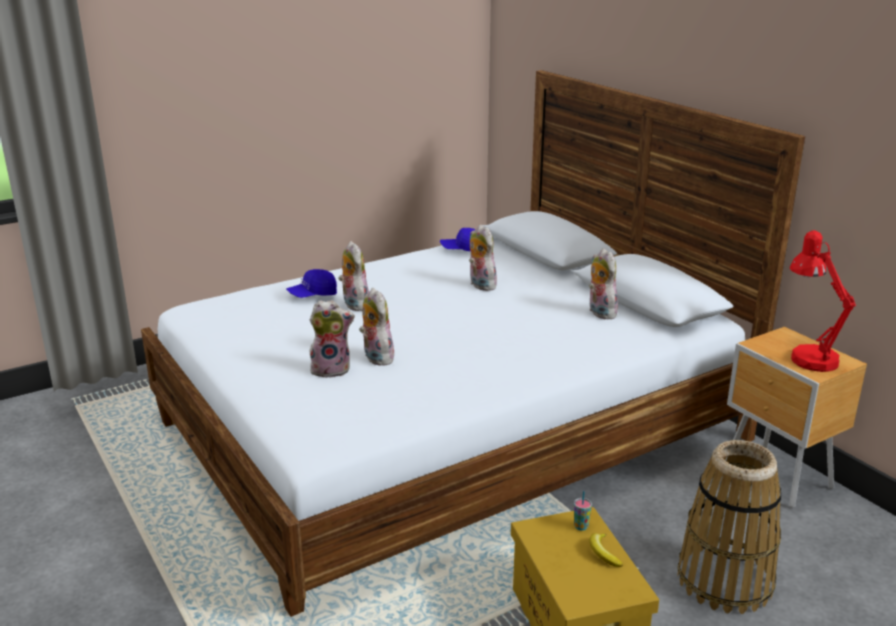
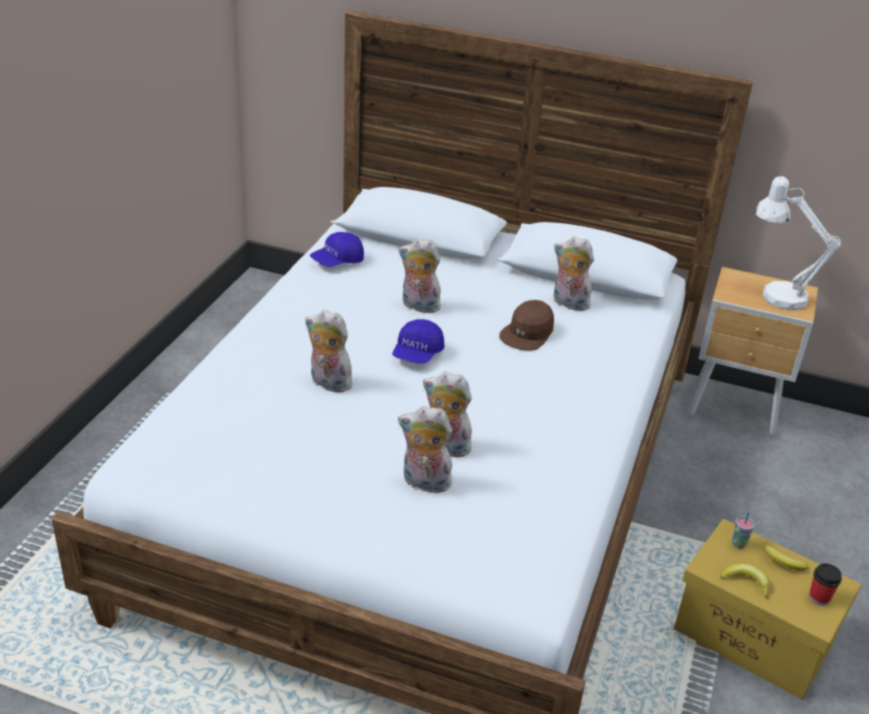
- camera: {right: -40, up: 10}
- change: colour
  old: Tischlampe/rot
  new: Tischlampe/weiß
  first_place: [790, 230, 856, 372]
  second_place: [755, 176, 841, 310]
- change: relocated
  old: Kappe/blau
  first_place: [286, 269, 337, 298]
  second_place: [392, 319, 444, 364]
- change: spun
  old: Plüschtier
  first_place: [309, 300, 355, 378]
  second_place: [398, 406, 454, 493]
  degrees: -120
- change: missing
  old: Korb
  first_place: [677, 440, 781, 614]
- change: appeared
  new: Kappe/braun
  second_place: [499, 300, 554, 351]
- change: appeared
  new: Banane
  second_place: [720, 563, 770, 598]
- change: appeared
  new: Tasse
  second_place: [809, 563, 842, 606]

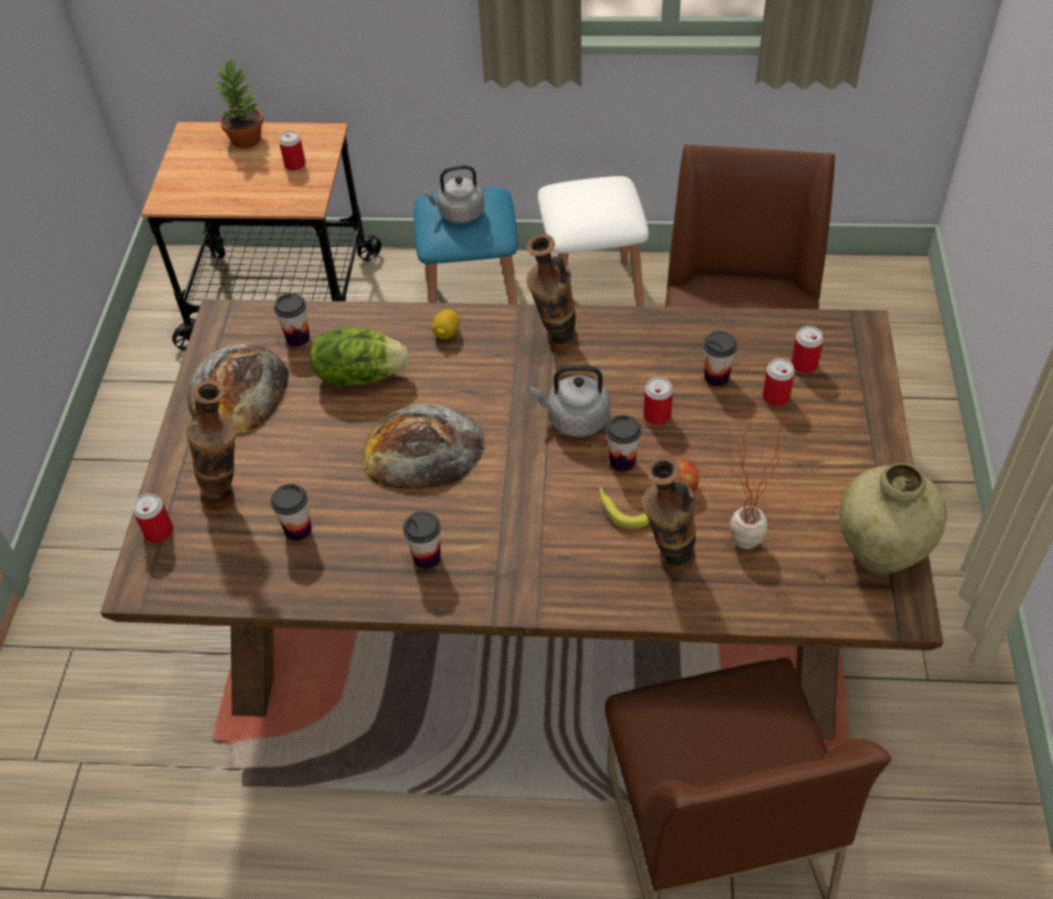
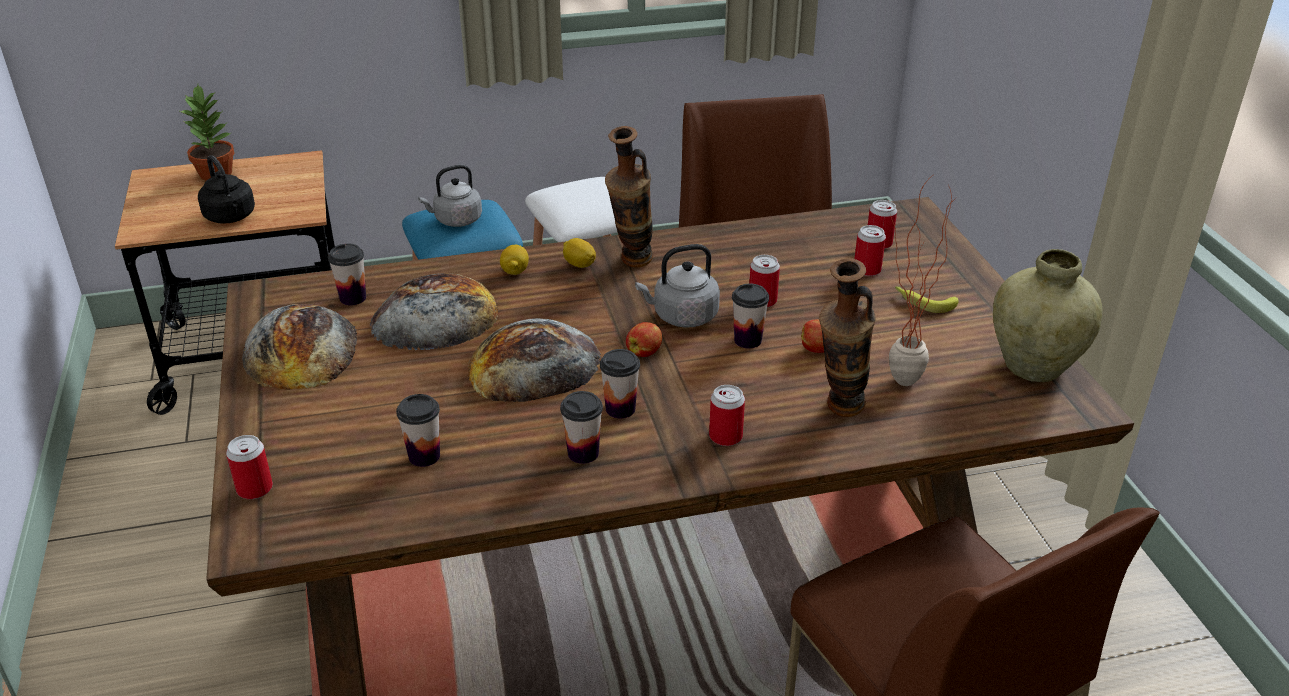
- camera: {right: -20, up: -15}
- change: relocated
  old: Dose
  first_place: [279, 131, 306, 171]
  second_place: [709, 385, 745, 446]
- change: exchanged
  old: Salatkopf
  new: Brot
  first_place: [310, 327, 409, 386]
  second_place: [370, 273, 498, 350]
- change: relocated
  old: Tasse
  first_place: [703, 331, 737, 386]
  second_place: [600, 349, 640, 419]
- change: missing
  old: Vase
  first_place: [186, 380, 237, 510]
- change: relocated
  old: Banane
  first_place: [598, 487, 650, 529]
  second_place: [895, 287, 959, 313]
- change: appeared
  new: Wasserkessel/schwarz
  second_place: [198, 155, 255, 224]
- change: appeared
  new: Zitrone
  second_place: [563, 238, 596, 268]
- change: appeared
  new: Apfel
  second_place: [626, 322, 662, 357]

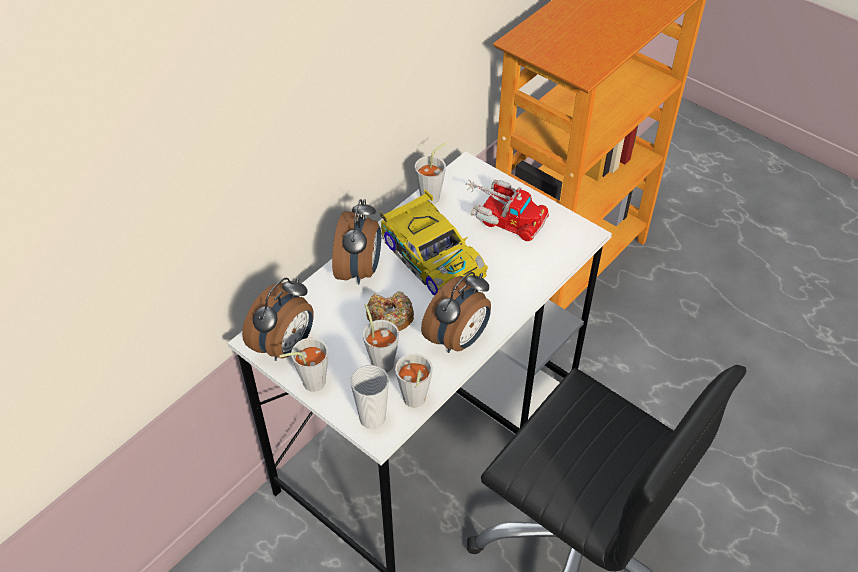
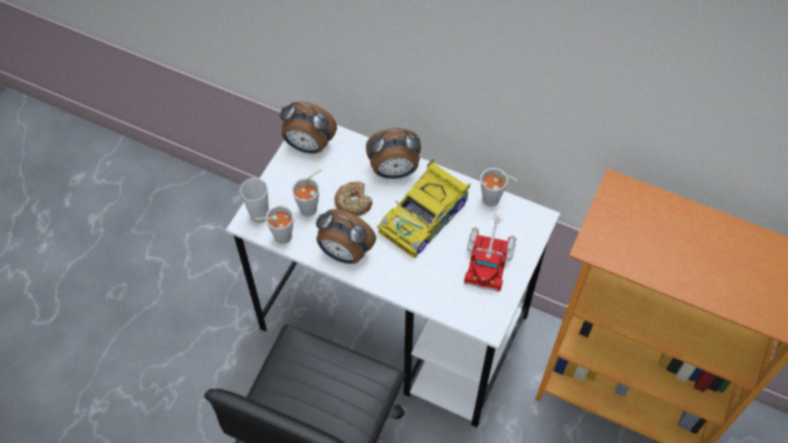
- camera: {right: 75, up: 10}
- change: missing
  old: Tasse/grau
  first_place: [279, 338, 328, 392]

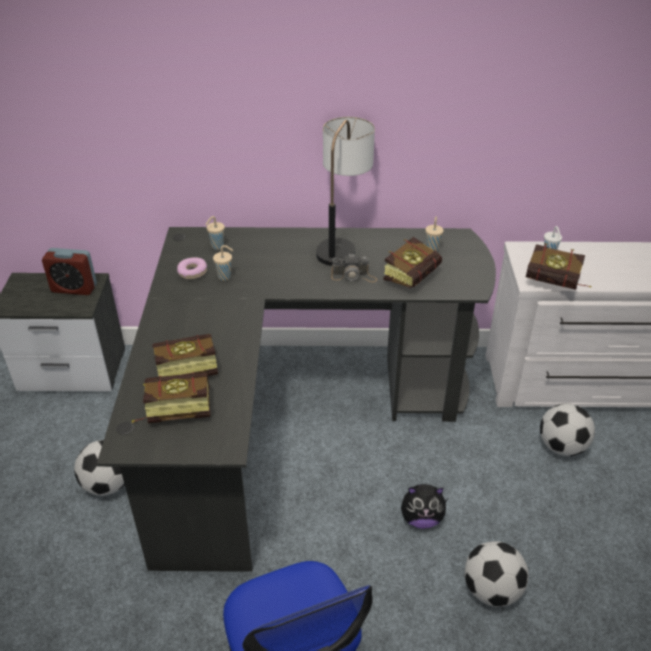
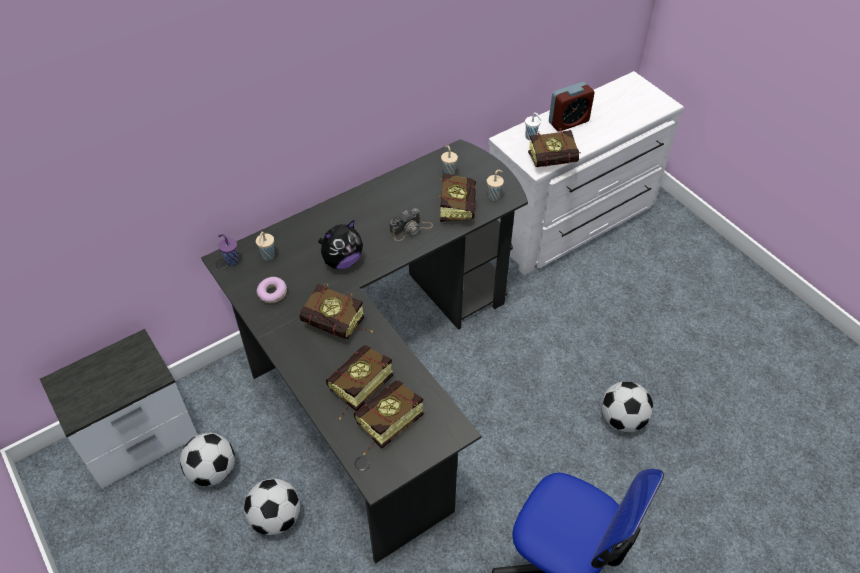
- camera: {right: -35, up: 10}
- change: missing
  old: Tischlampe
  first_place: [316, 117, 375, 266]
- change: relocated
  old: Tasse/beige
  first_place: [213, 245, 233, 281]
  second_place: [487, 170, 504, 201]
- change: relocated
  old: Wecker
  first_place: [42, 248, 97, 295]
  second_place: [549, 82, 595, 132]
- change: relocated
  old: Fußball
  first_place: [540, 403, 595, 456]
  second_place: [180, 433, 235, 486]
- change: relocated
  old: Plüschtier
  first_place: [401, 484, 447, 529]
  second_place: [318, 220, 363, 269]
- change: appeared
  new: Tasse/lila
  second_place: [218, 234, 238, 266]
- change: appeared
  new: Buch
  second_place: [299, 283, 373, 339]

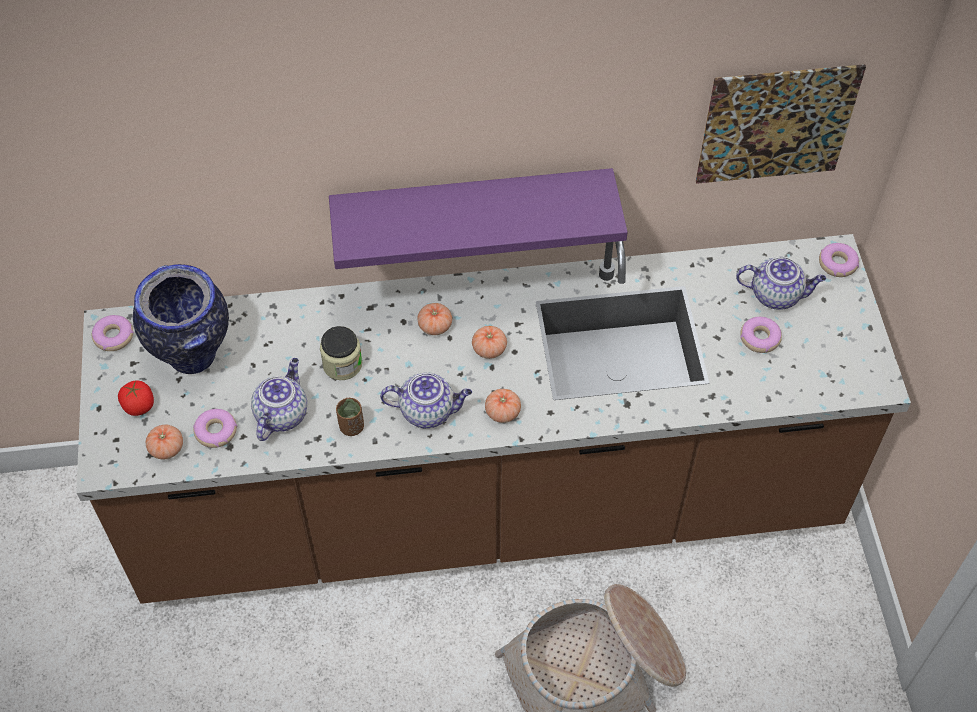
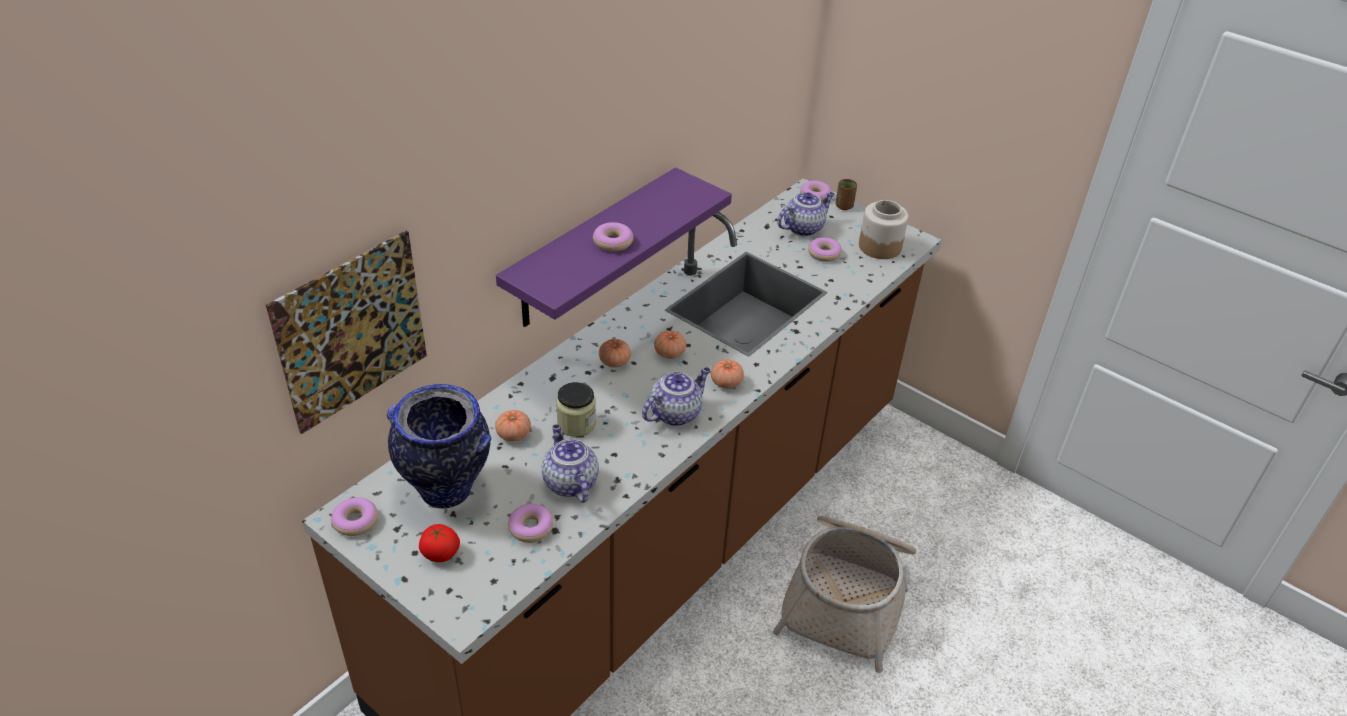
- camera: {right: -45, up: -15}
- change: relocated
  old: Bild
  first_place: [696, 64, 866, 184]
  second_place: [266, 231, 427, 434]
- change: relocated
  old: Tasse/braun
  first_place: [336, 398, 364, 436]
  second_place: [836, 179, 857, 210]
- change: relocated
  old: Tomate
  first_place: [146, 425, 183, 459]
  second_place: [495, 410, 531, 442]
- change: appeared
  new: Vorratsglas
  second_place: [859, 200, 909, 259]
- change: appeared
  new: Donut
  second_place: [593, 222, 634, 252]

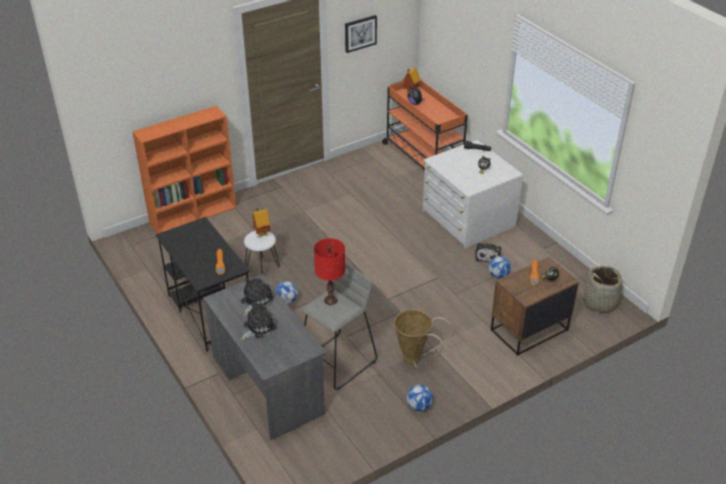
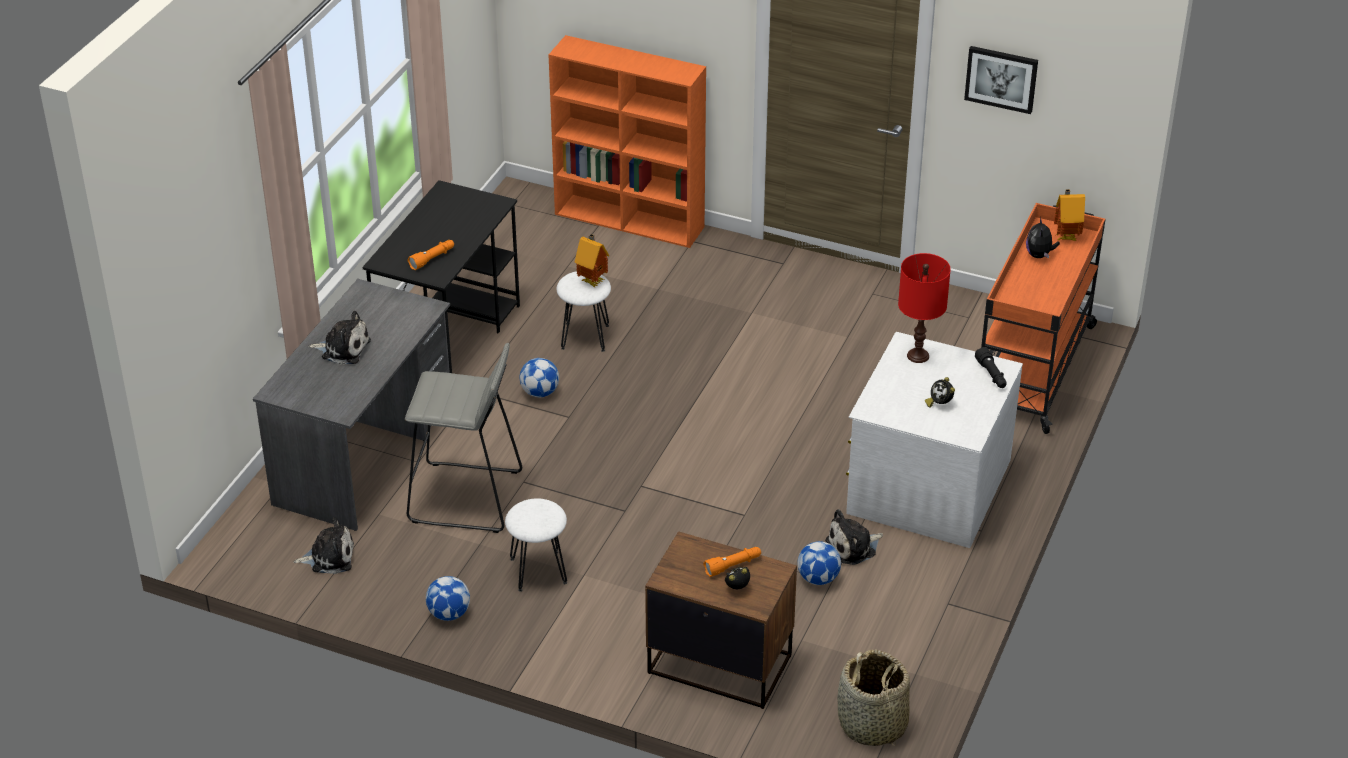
- camera: {right: 55, up: 0}
- change: relocated
  old: Tischlampe/rot
  first_place: [314, 238, 345, 305]
  second_place: [898, 253, 951, 363]
- change: relocated
  old: Plüschtier
  first_place: [241, 278, 274, 315]
  second_place: [294, 517, 354, 574]
- change: exchanged
  old: Korb
  new: Hocker/weiß
  first_place: [394, 310, 452, 368]
  second_place: [505, 499, 567, 592]

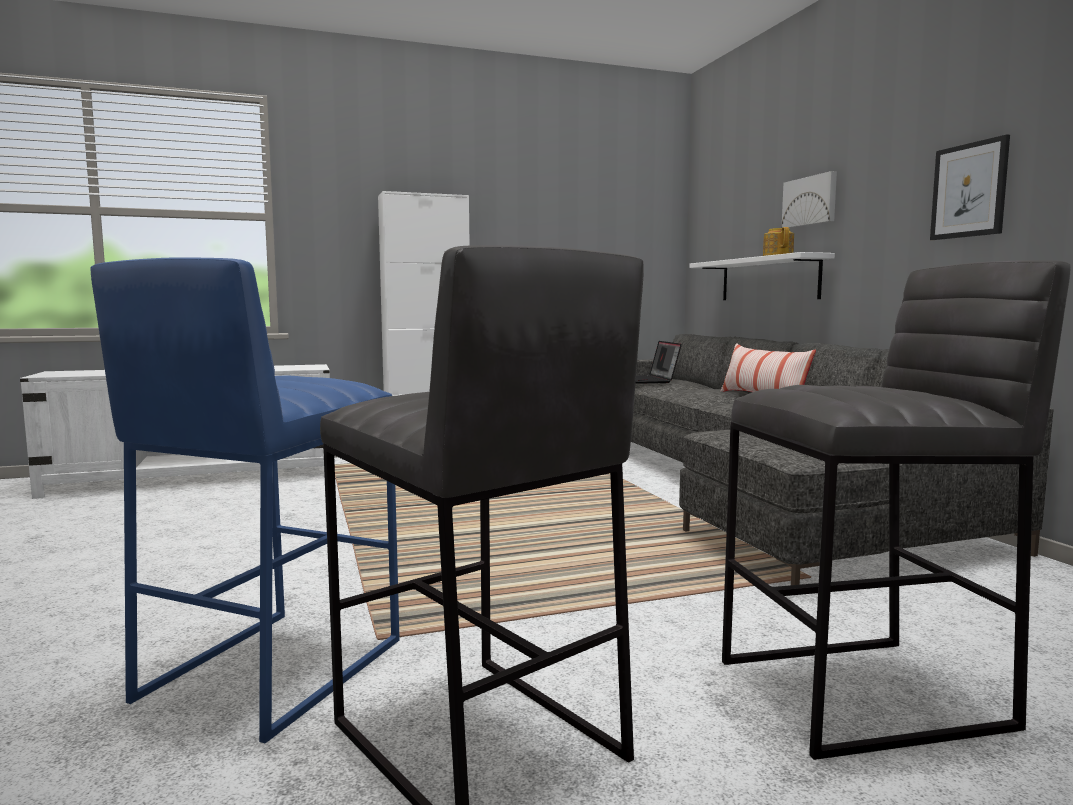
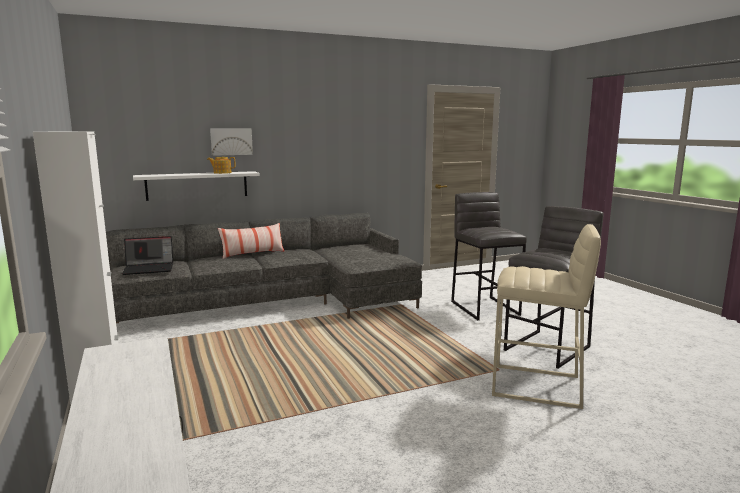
- camera: {right: -95, up: 5}
- change: missing
  old: Bild
  first_place: [930, 134, 1010, 240]
- change: colour
  old: Hocker/blau
  new: Hocker/beige
  first_place: [91, 257, 399, 743]
  second_place: [492, 224, 601, 409]

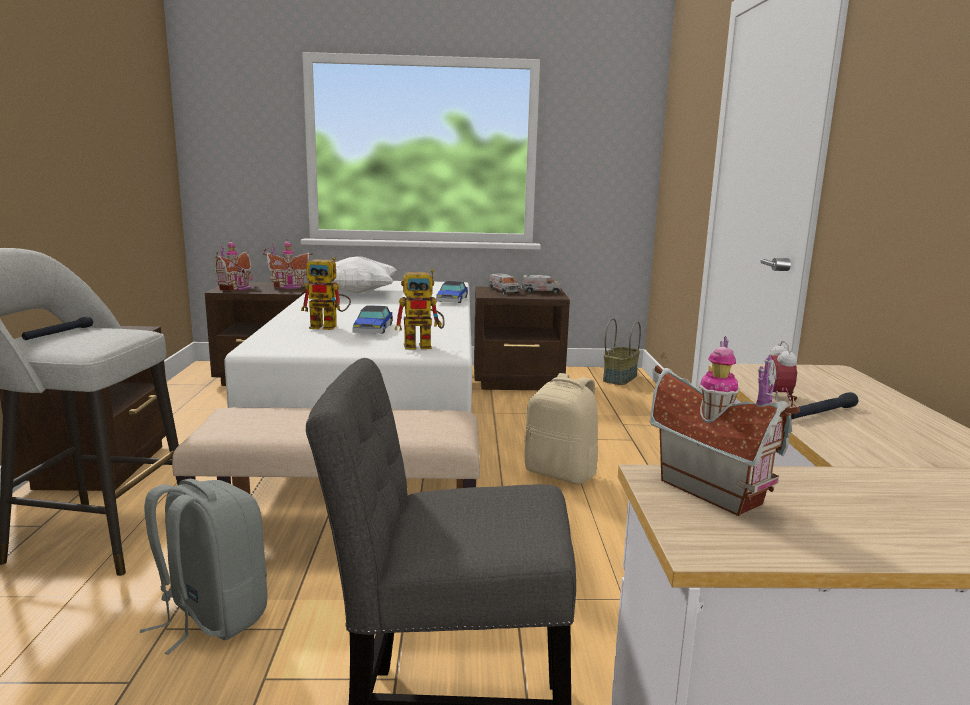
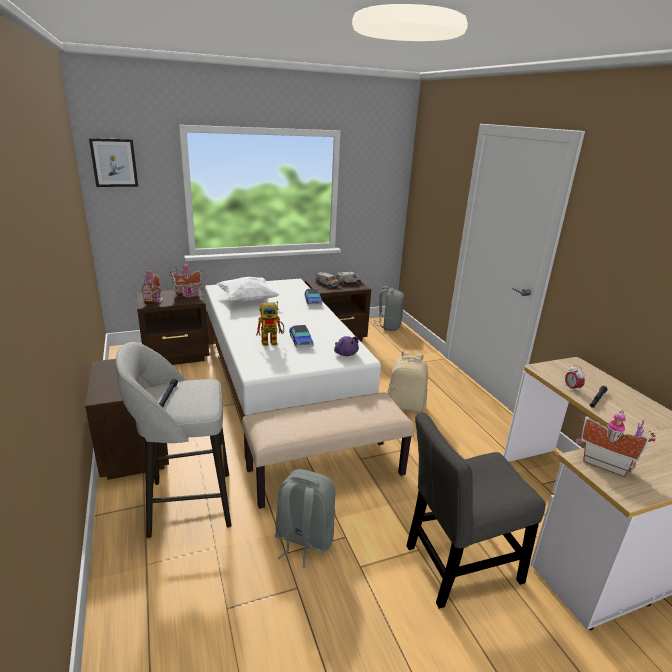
- camera: {right: -20, up: 10}
- change: exchanged
  old: Spielzeugroboter
  new: Plüschtier/lila
  first_place: [395, 269, 444, 350]
  second_place: [334, 336, 359, 356]
- change: exchanged
  old: Korb
  new: Rucksack/grau
  first_place: [603, 318, 641, 385]
  second_place: [372, 286, 404, 331]
- change: appeared
  new: Bild
  second_place: [89, 138, 138, 187]

